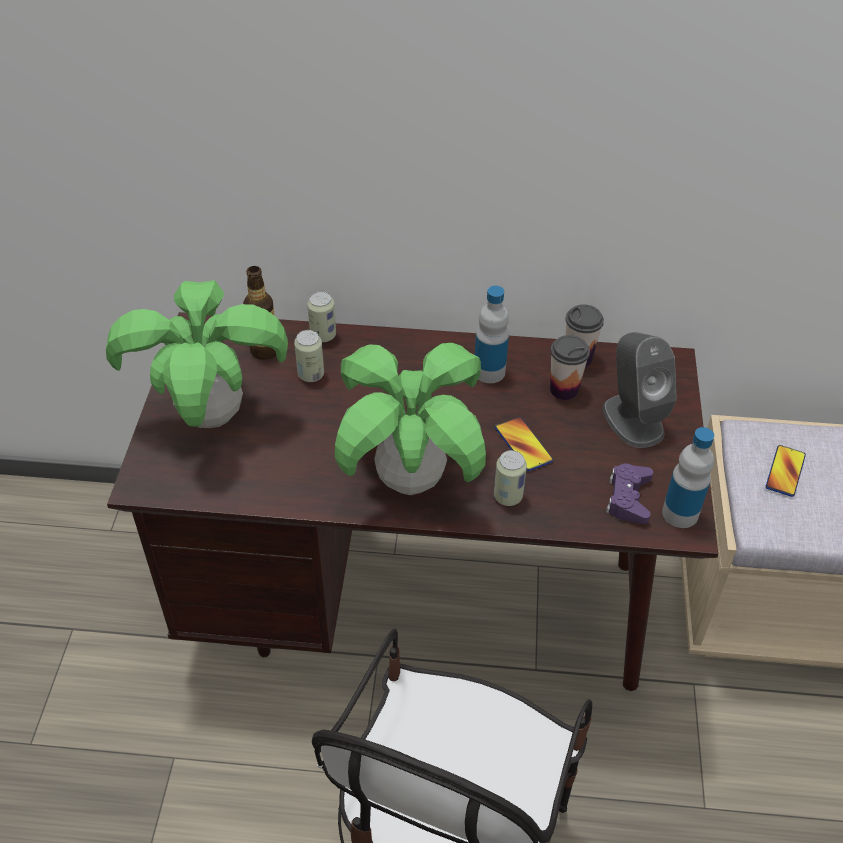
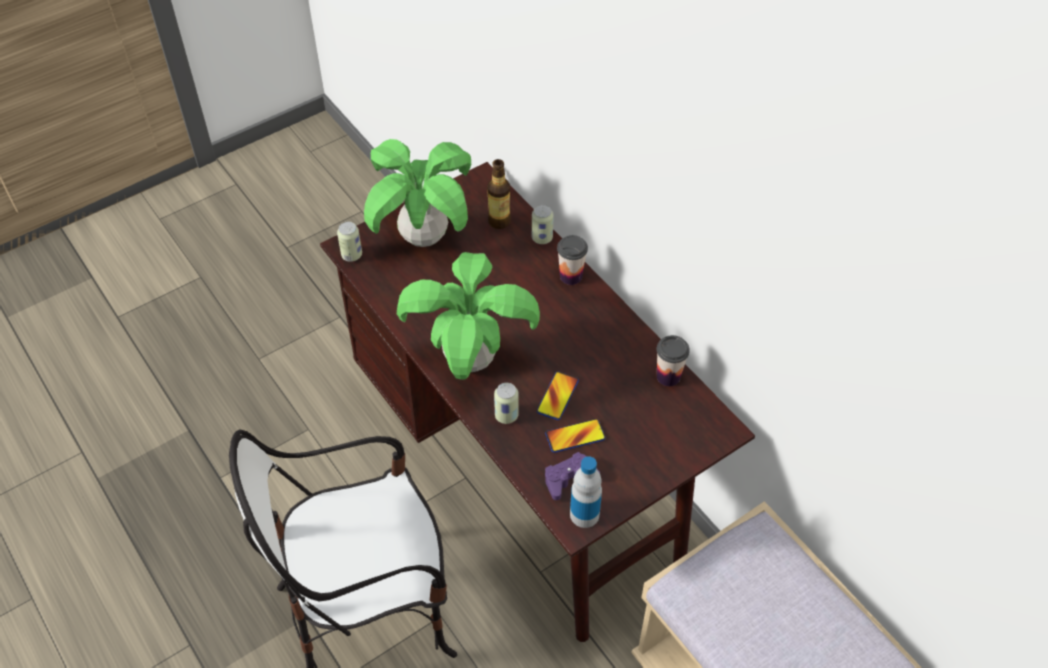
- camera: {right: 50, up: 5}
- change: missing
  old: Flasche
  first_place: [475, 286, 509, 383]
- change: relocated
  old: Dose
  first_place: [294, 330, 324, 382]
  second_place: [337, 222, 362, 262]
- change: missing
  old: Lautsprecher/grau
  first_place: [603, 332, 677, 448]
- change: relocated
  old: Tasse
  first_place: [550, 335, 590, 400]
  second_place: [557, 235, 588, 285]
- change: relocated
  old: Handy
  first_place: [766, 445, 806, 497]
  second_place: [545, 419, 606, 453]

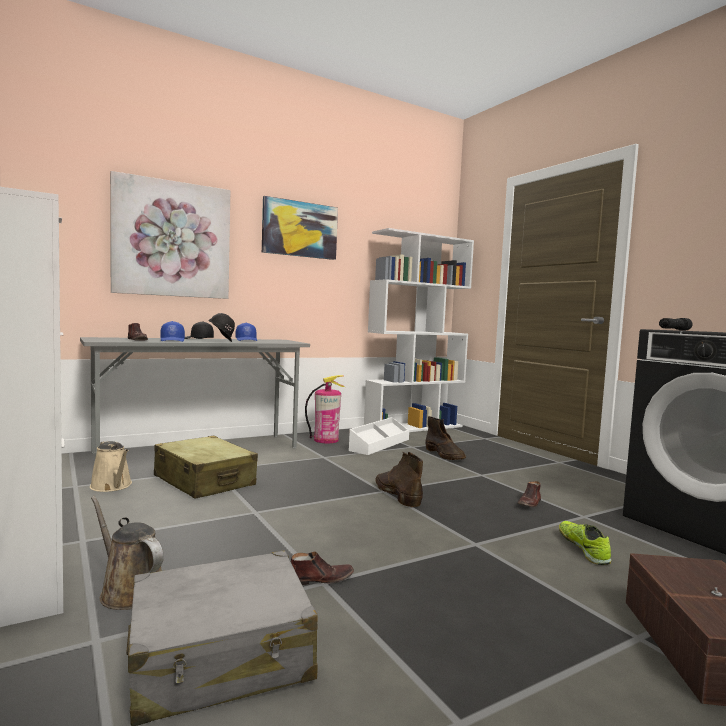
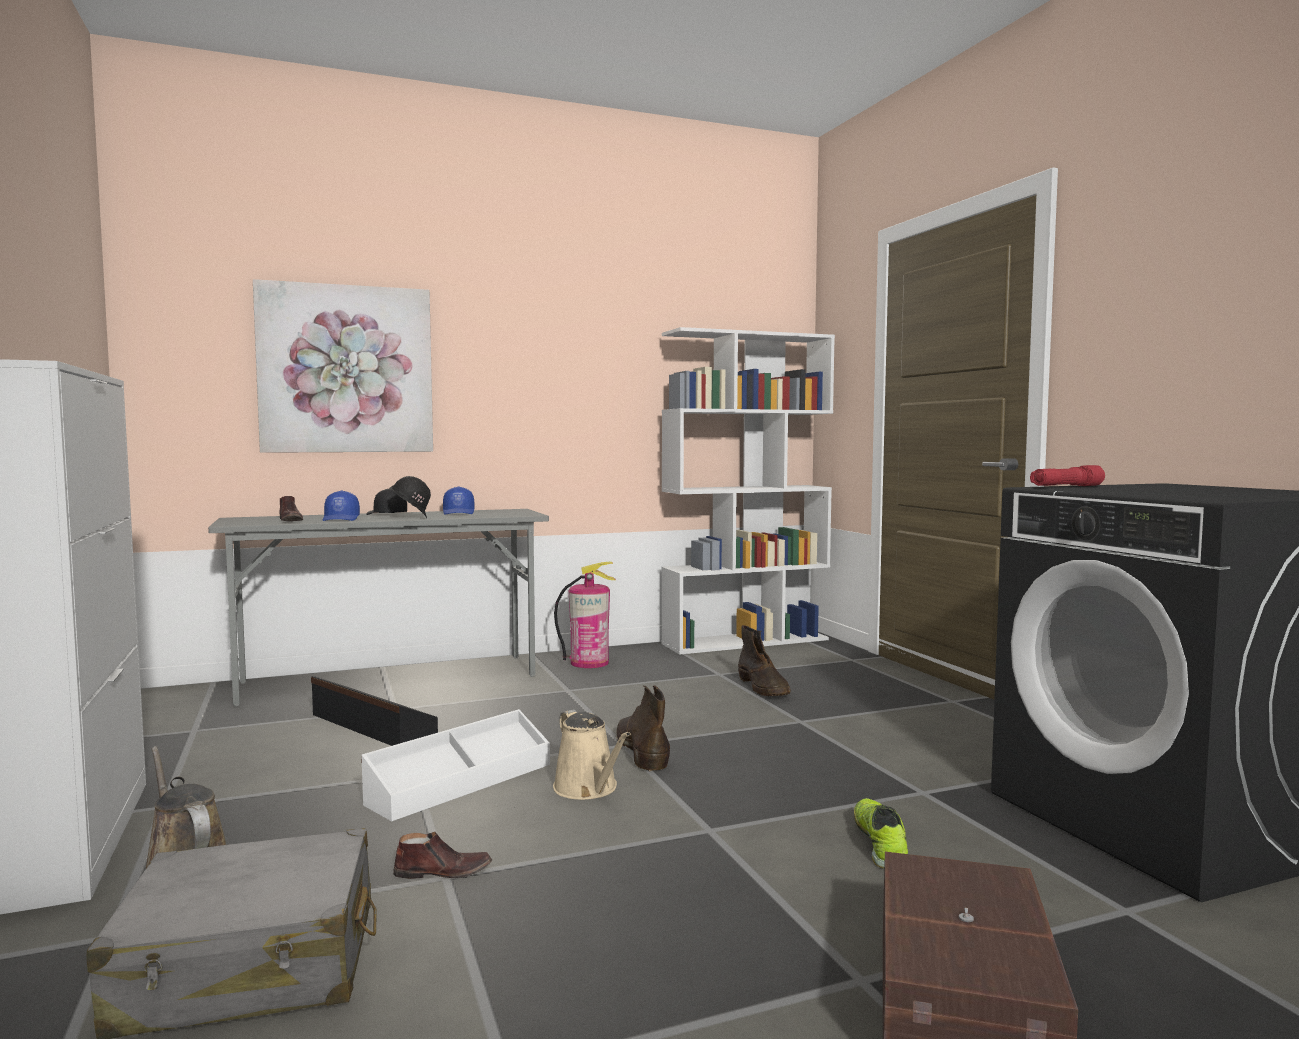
- camera: {right: 10, up: 0}
- change: missing
  old: Bild
  first_place: [262, 196, 338, 260]
- change: colour
  old: Taschenlampe/schwarz
  new: Taschenlampe/rot
  first_place: [659, 318, 693, 330]
  second_place: [1030, 465, 1105, 486]
- change: relocated
  old: Aufbewahrungsbox/weiß
  first_place: [349, 417, 409, 455]
  second_place: [361, 709, 550, 821]
- change: exchanged
  old: Koffer/beige
  new: Aufbewahrungsbox/schwarz
  first_place: [154, 436, 258, 499]
  second_place: [311, 676, 438, 746]
- change: relocated
  old: Gießkanne/beige
  first_place: [90, 441, 132, 492]
  second_place: [553, 710, 631, 800]
- change: missing
  old: Schuh/braun
  first_place: [517, 481, 541, 508]

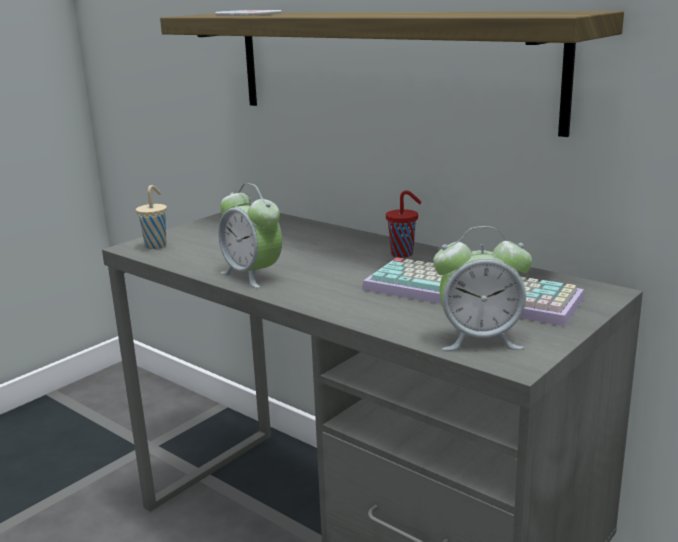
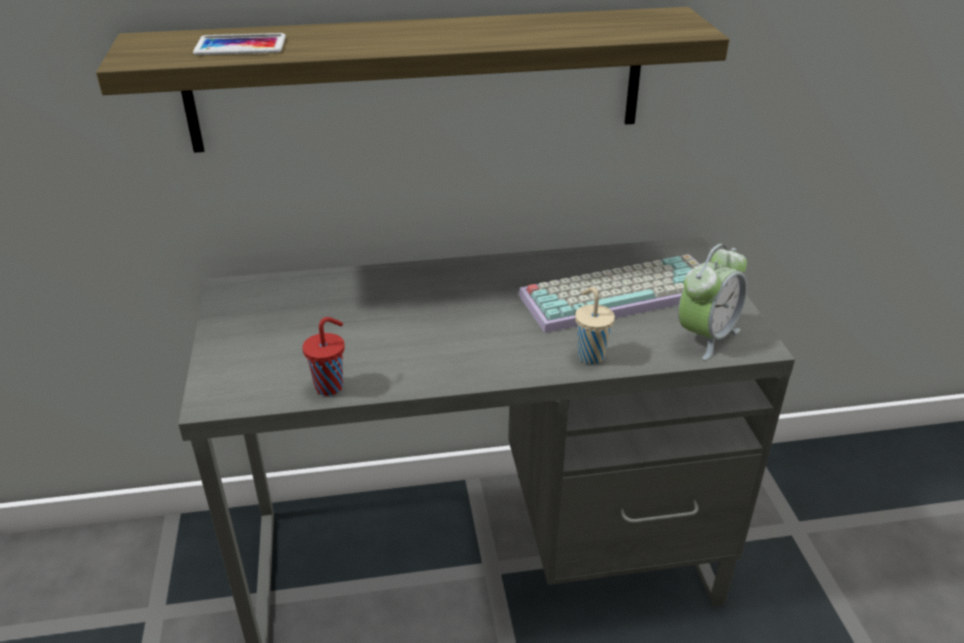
- camera: {right: -50, up: 15}
- change: missing
  old: Wecker
  first_place: [218, 183, 282, 288]
- change: relocated
  old: Tasse/beige
  first_place: [136, 185, 167, 249]
  second_place: [575, 287, 615, 364]
- change: relocated
  old: Tasse/rot
  first_place: [386, 190, 422, 258]
  second_place: [302, 317, 345, 396]

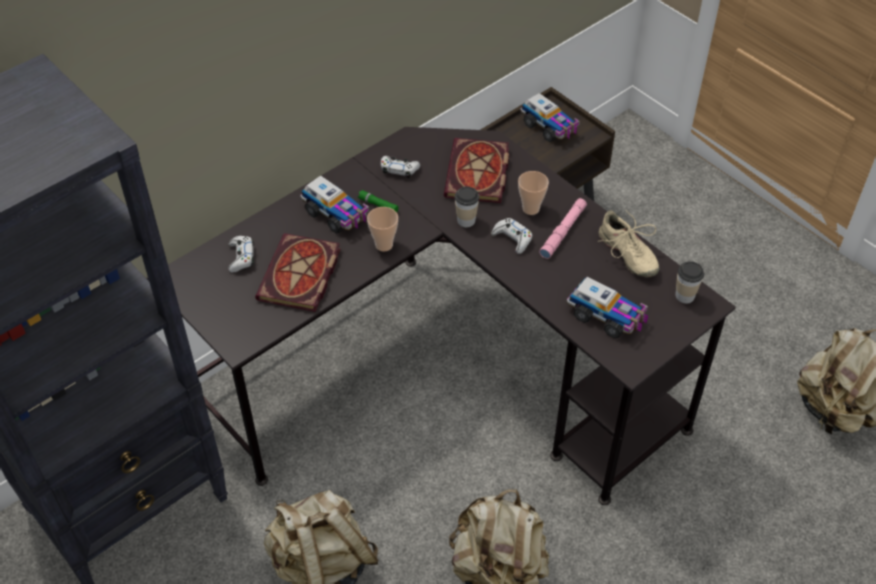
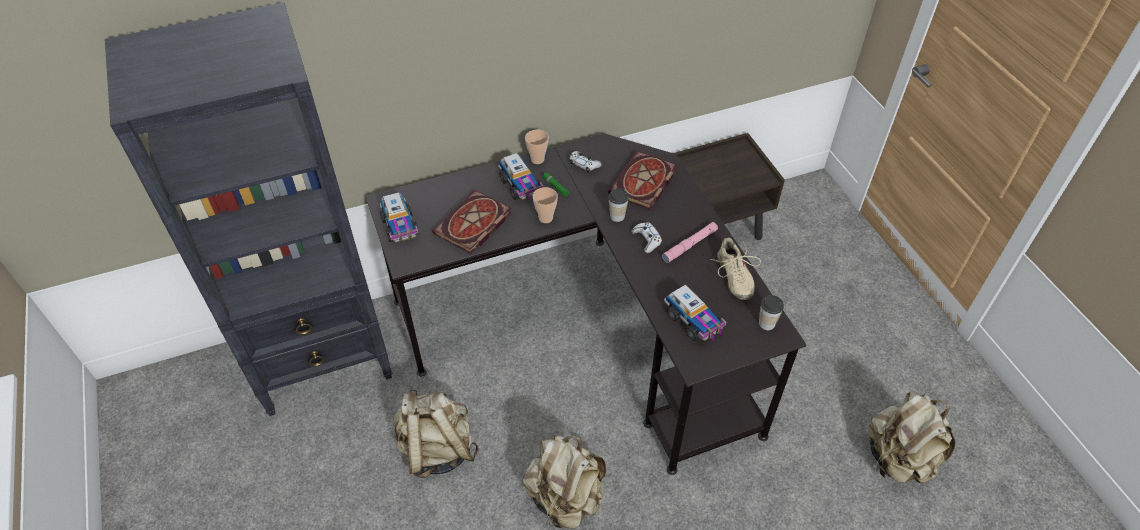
- camera: {right: 20, up: 0}
- change: relocated
  old: Spielzeuglaster
  first_place: [520, 93, 580, 142]
  second_place: [380, 192, 419, 243]
- change: relocated
  old: Tasse
  first_place: [518, 171, 549, 215]
  second_place: [525, 130, 549, 164]
- change: missing
  old: Gamepad/weiß
  first_place: [228, 236, 254, 273]

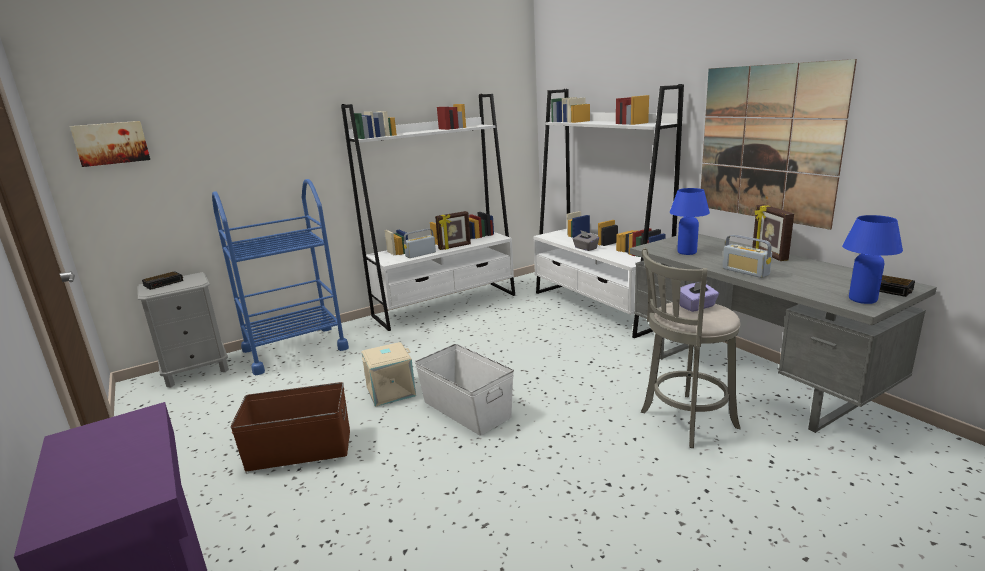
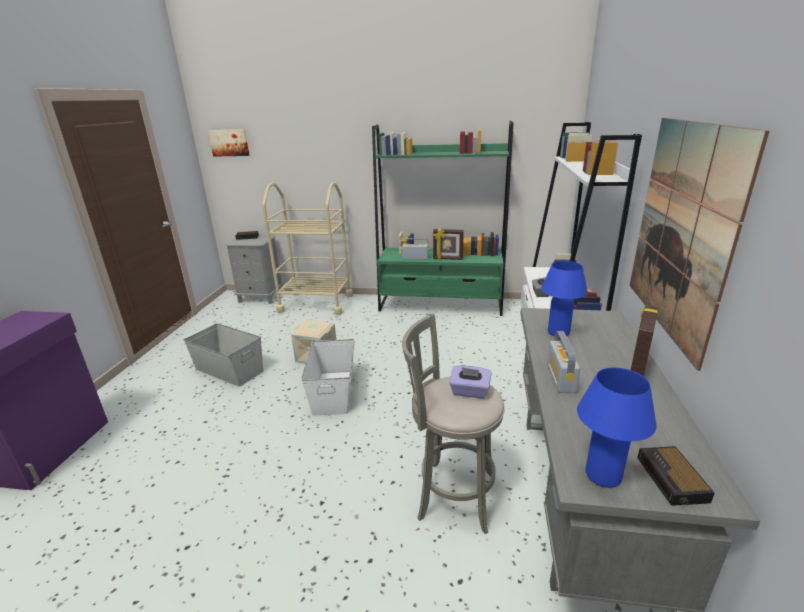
- camera: {right: 40, up: 5}
- change: colour
  old: Bücherregal/weiß
  new: Bücherregal/grün
  first_place: [341, 94, 515, 331]
  second_place: [372, 121, 514, 316]
- change: colour
  old: Rollwagen/blau
  new: Rollwagen/beige
  first_place: [212, 179, 349, 375]
  second_place: [262, 182, 353, 315]
- change: colour
  old: Aufbewahrungsbox/braun
  new: Aufbewahrungsbox/grau
  first_place: [230, 382, 350, 471]
  second_place: [184, 323, 263, 387]

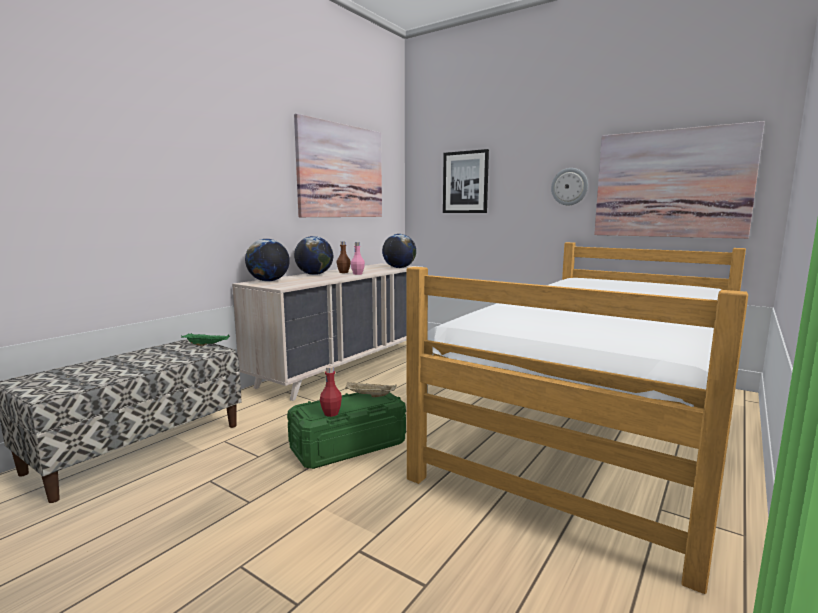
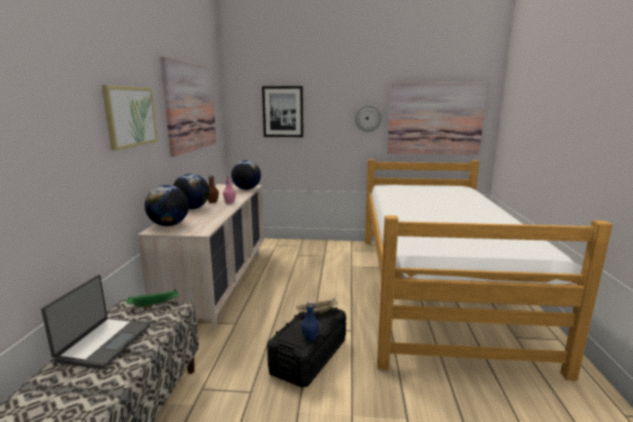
- camera: {right: -30, up: 5}
- change: colour
  old: Flasche/rot
  new: Flasche/blau
  first_place: [320, 366, 342, 417]
  second_place: [301, 300, 319, 341]
- change: colour
  old: Aufbewahrungsbox/grün
  new: Aufbewahrungsbox/schwarz
  first_place: [287, 392, 406, 469]
  second_place: [267, 307, 346, 388]
- change: appeared
  new: Bild
  second_place: [102, 85, 158, 151]
- change: appeared
  new: Laptop
  second_place: [41, 275, 150, 369]

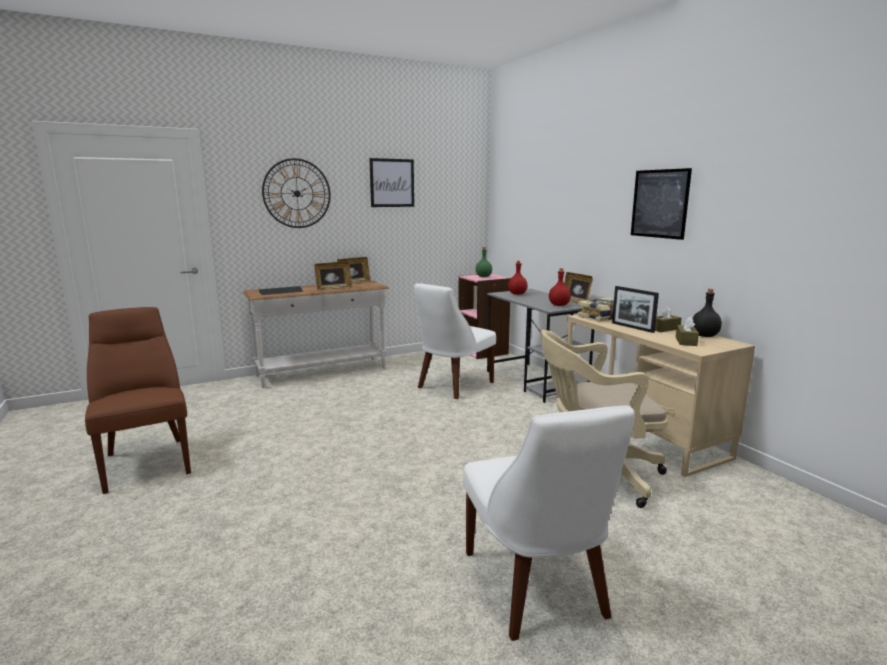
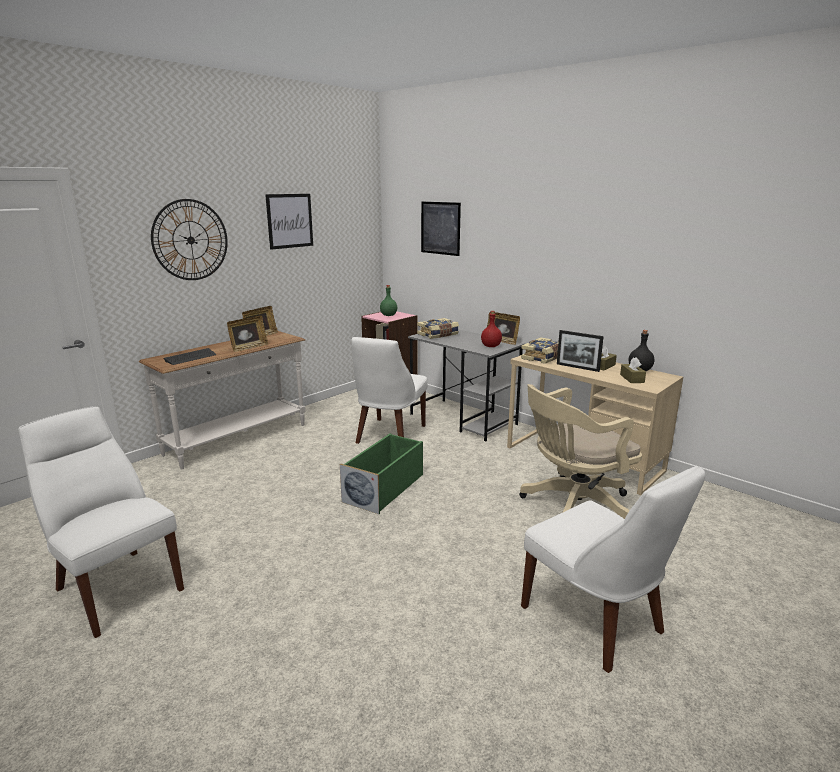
- camera: {right: -20, up: 5}
- change: relocated
  old: Bild
  first_place: [631, 168, 692, 240]
  second_place: [421, 202, 461, 256]
- change: exchanged
  old: Flasche/rot
  new: Buch
  first_place: [508, 261, 528, 295]
  second_place: [417, 318, 459, 339]
- change: colour
  old: Stuhl/braun
  new: Stuhl/weiß
  first_place: [85, 307, 191, 494]
  second_place: [18, 406, 184, 638]
- change: appeared
  new: Aufbewahrungsbox/grün
  second_place: [340, 433, 423, 514]

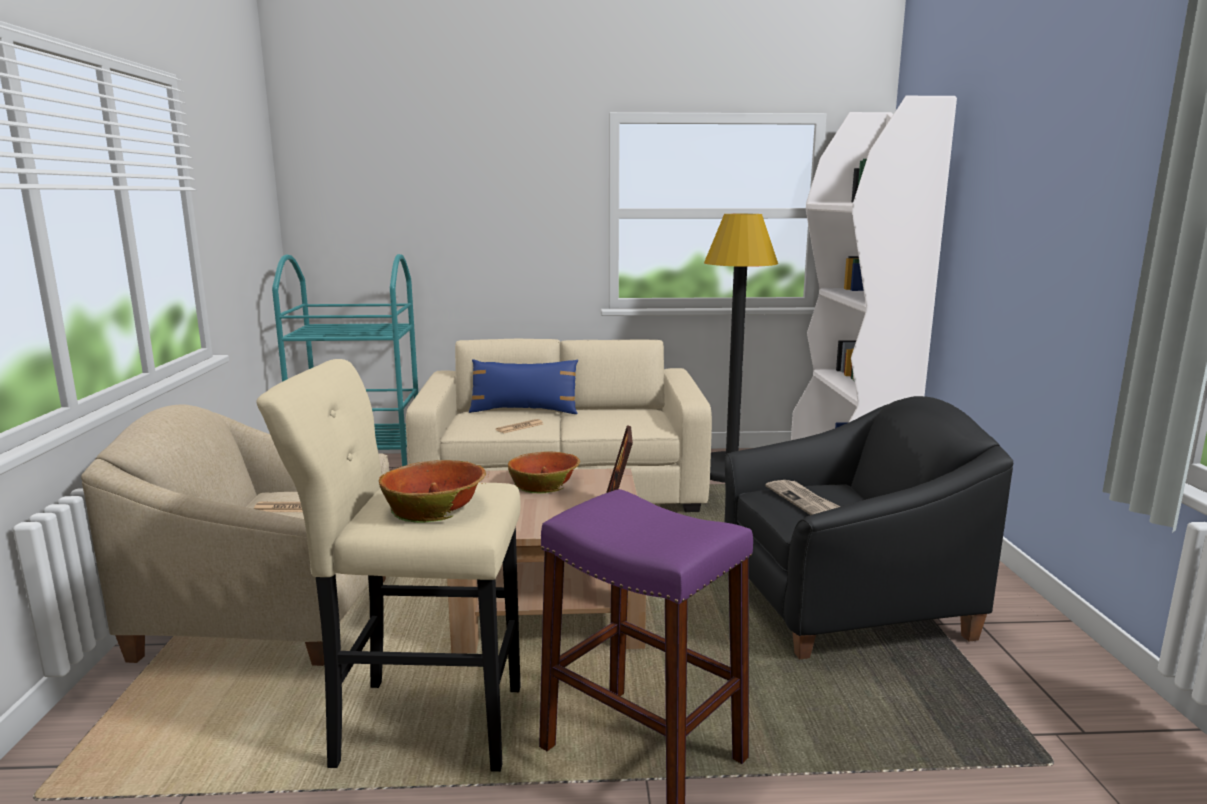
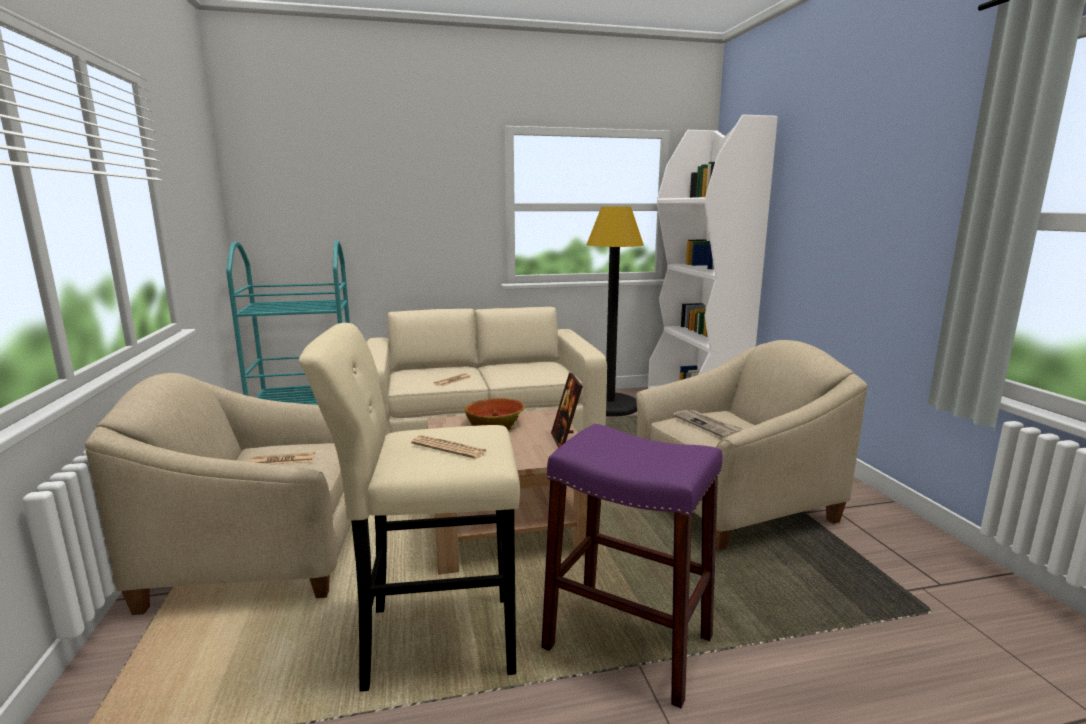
- camera: {right: -10, up: 0}
- change: missing
  old: Kissen/blau
  first_place: [469, 359, 578, 414]
- change: colour
  old: Sessel/schwarz
  new: Sessel/beige
  first_place: [724, 396, 1013, 659]
  second_place: [636, 340, 867, 550]
- change: exchanged
  old: Schüssel
  new: Zeitung
  first_place: [379, 460, 486, 523]
  second_place: [411, 435, 487, 459]

